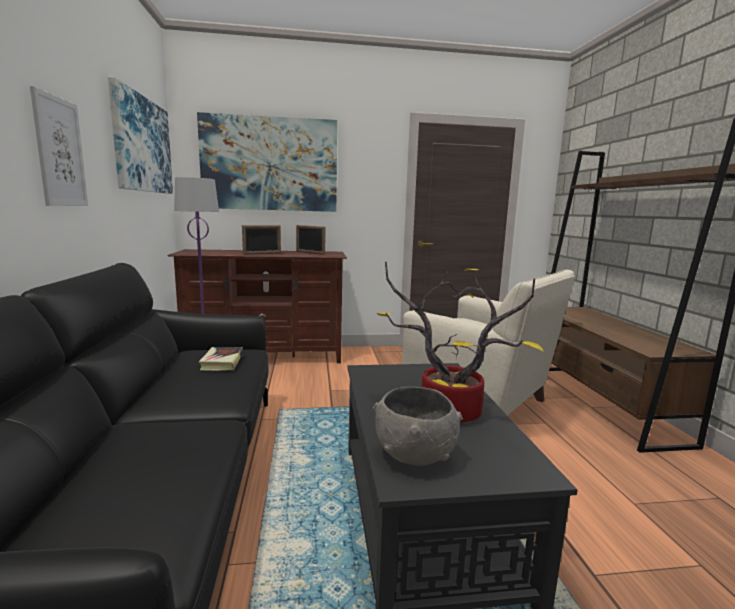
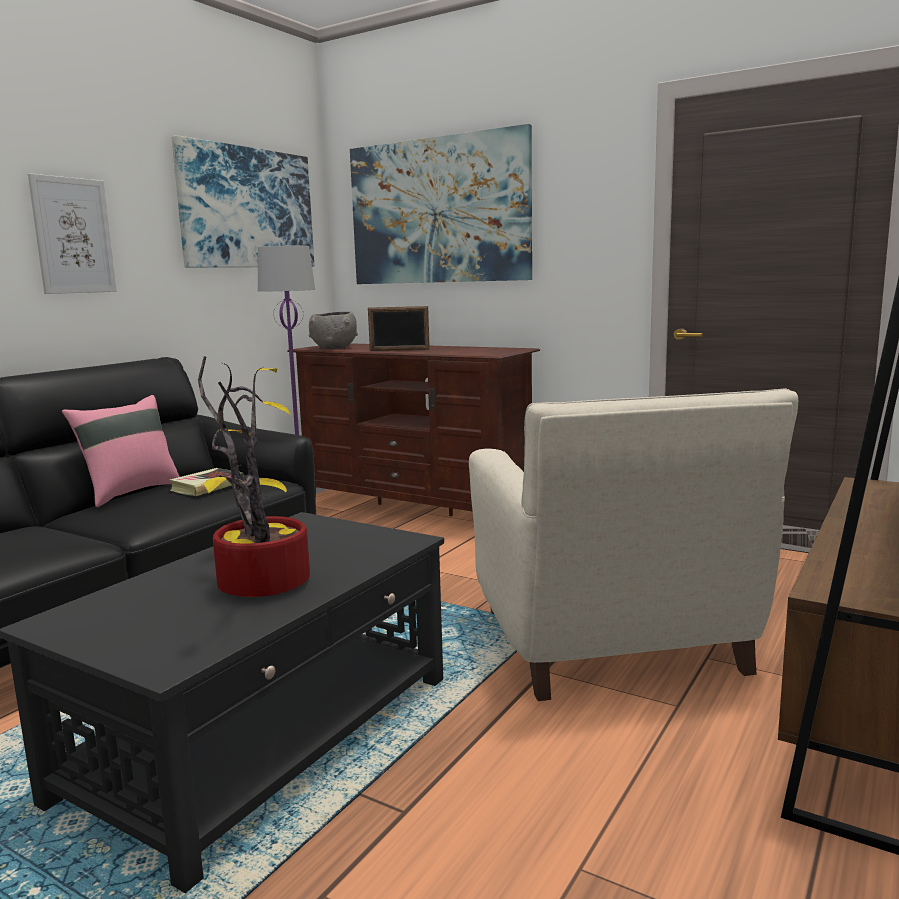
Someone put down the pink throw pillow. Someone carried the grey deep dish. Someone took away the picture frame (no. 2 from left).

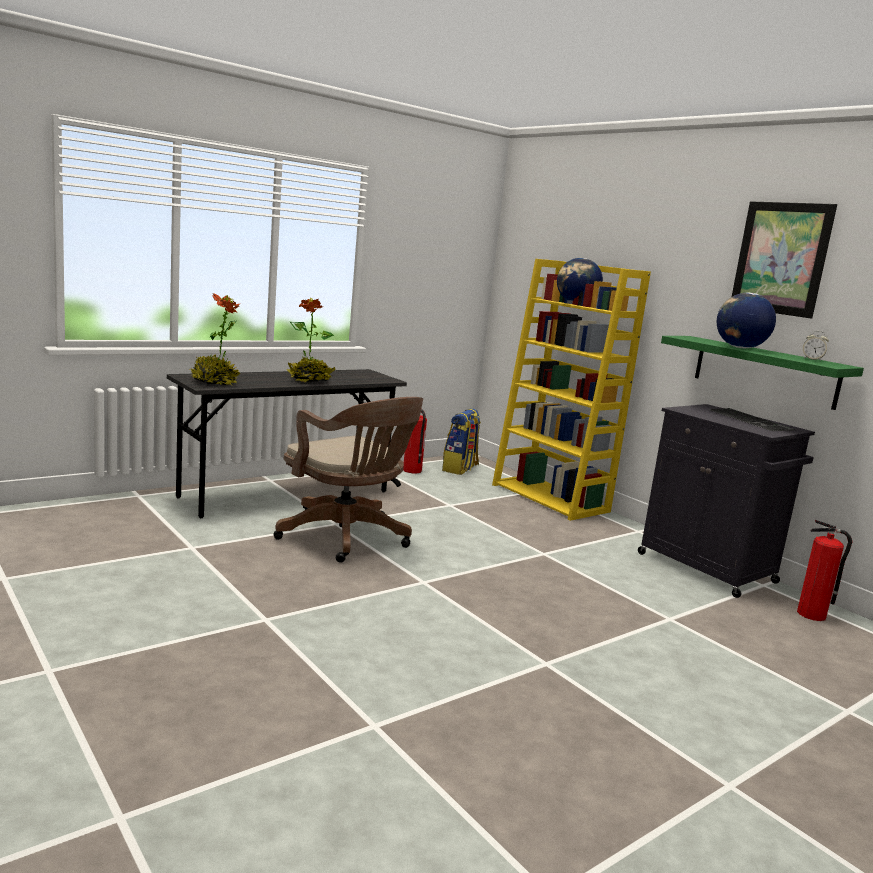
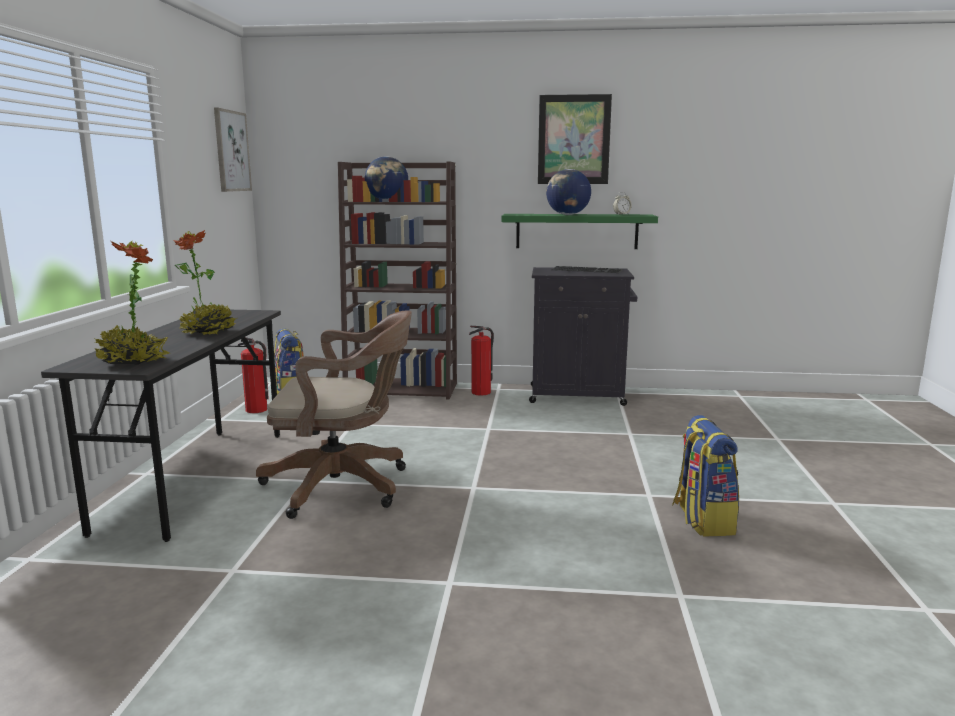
Someone put up the picture (no. 1 from left). Someone repainted the yellow-coloured shelving unit, which became the brownish shelving unit. Someone carried the fire extinguisher (no. 2 from left). Someone put down the backpack (no. 2 from left).

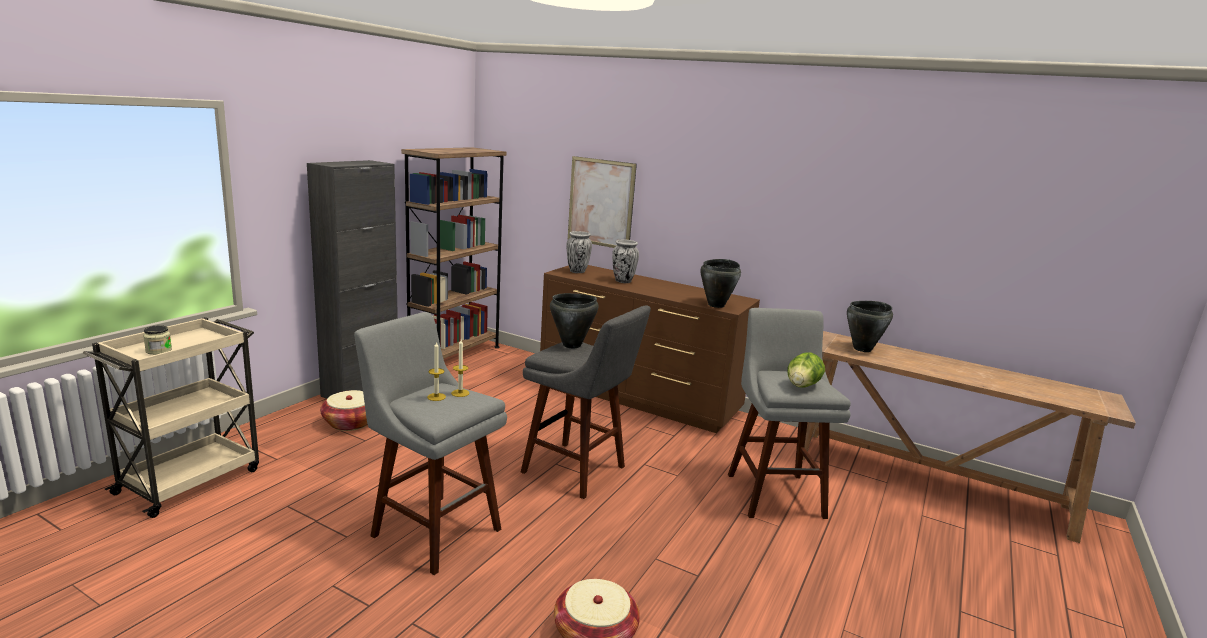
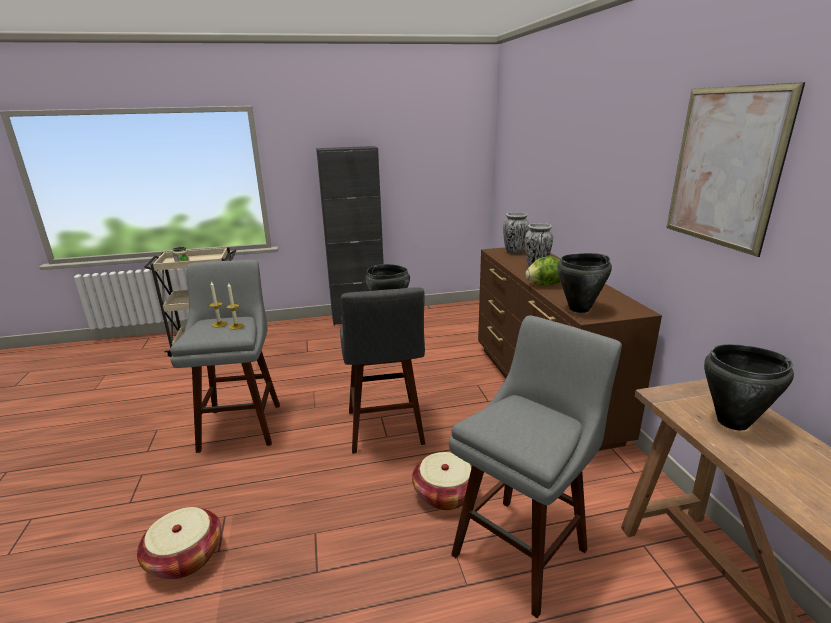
Someone carried the household basket (no. 1 from left in the first image). Someone carried the lettuce. Someone carried the picture. Someone took away the brownish shelving unit.

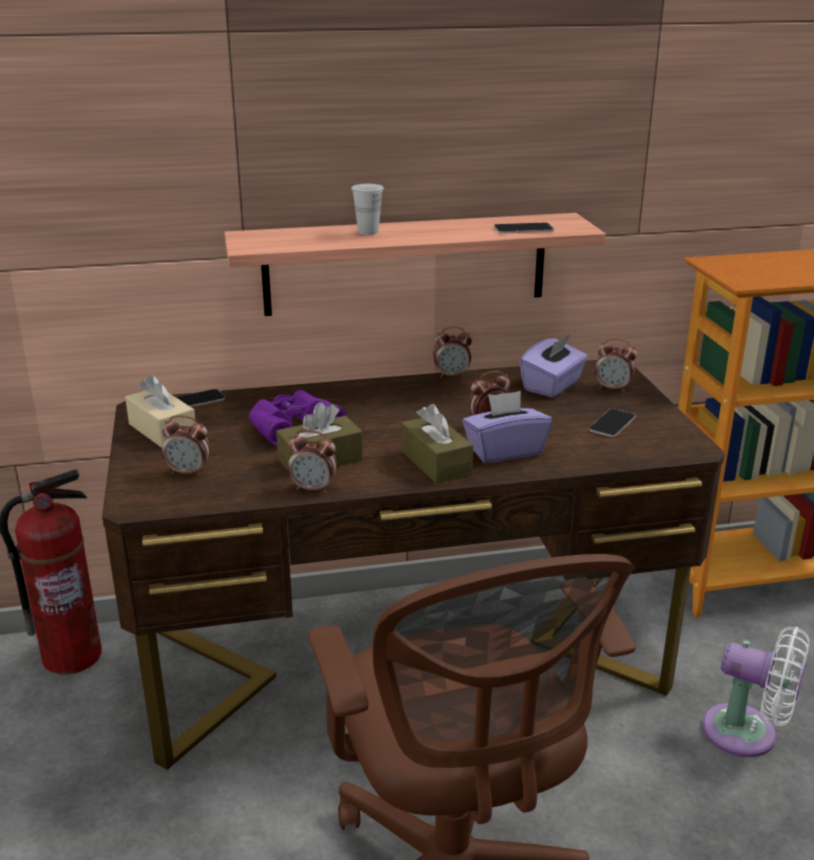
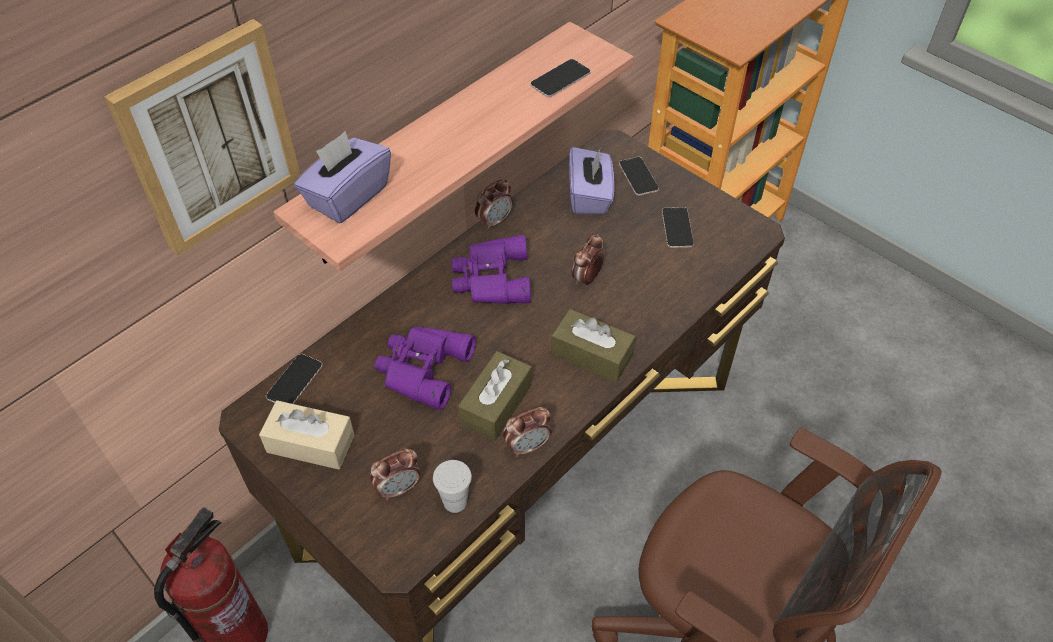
Someone put up the picture. Someone carried the purple-coloured tissue box (no. 1 from left). Someone carried the whitish small cup. Someone put down the purple-coloured pair of binoculars (no. 2 from left). Someone swapped the bedside clock (no. 5 from left) for the phone (no. 3 from left). Someone took away the whitish cooling fan.

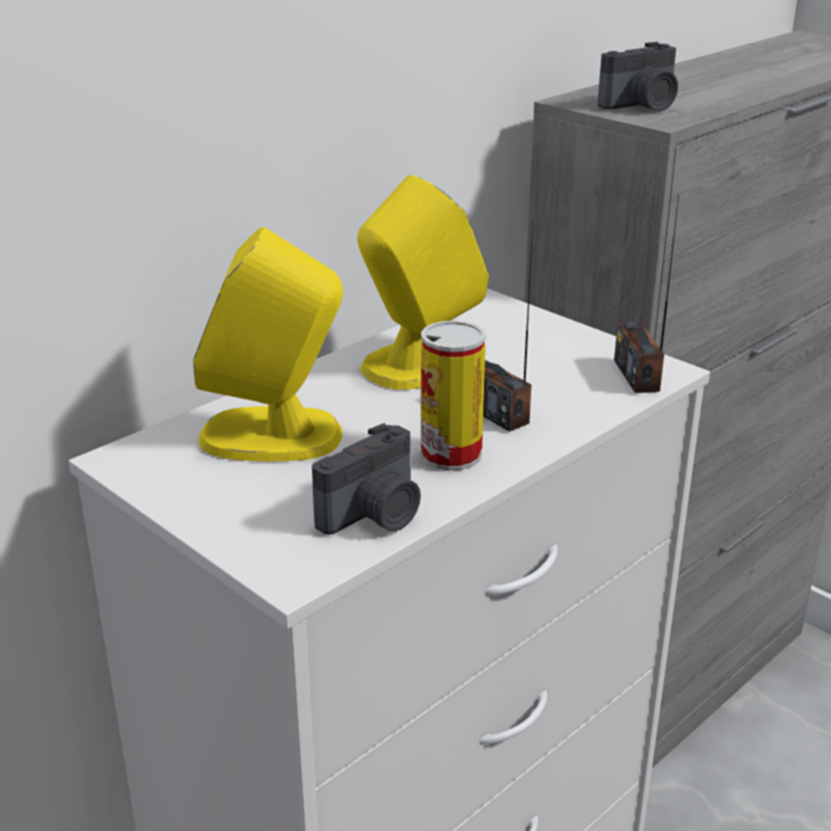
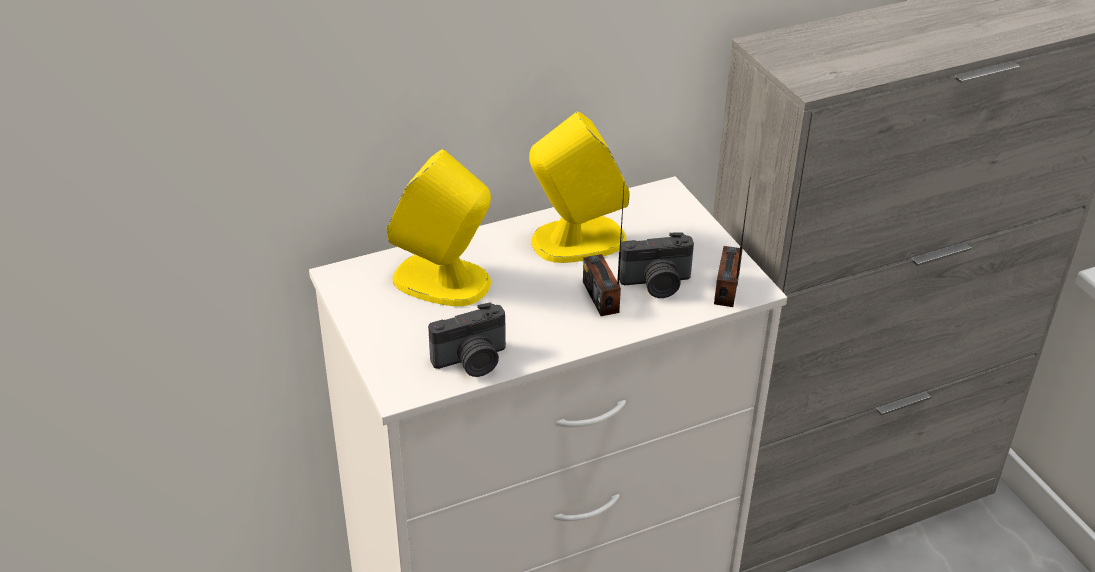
Someone carried the photo camera (no. 2 from left). Someone took away the metal can.

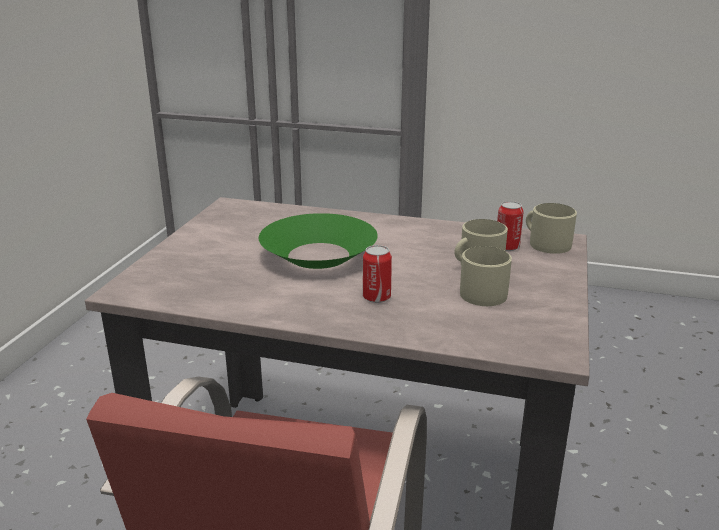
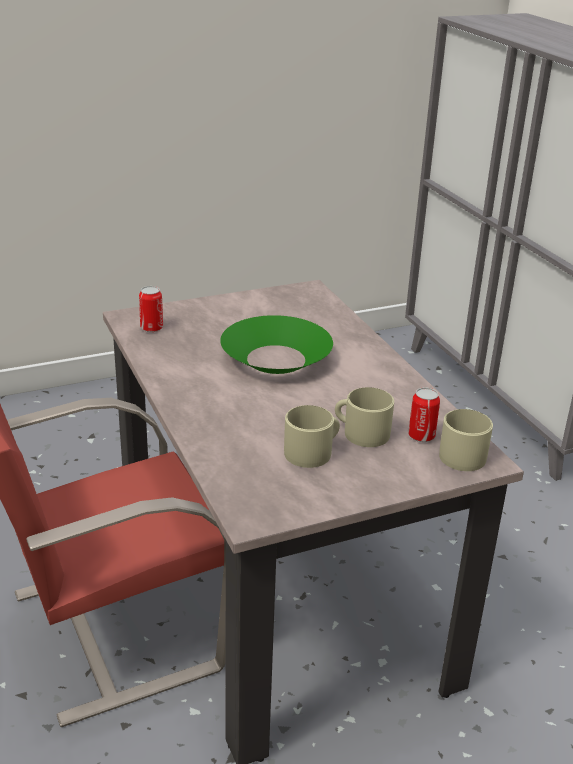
Someone carried the metal can (no. 1 from left).

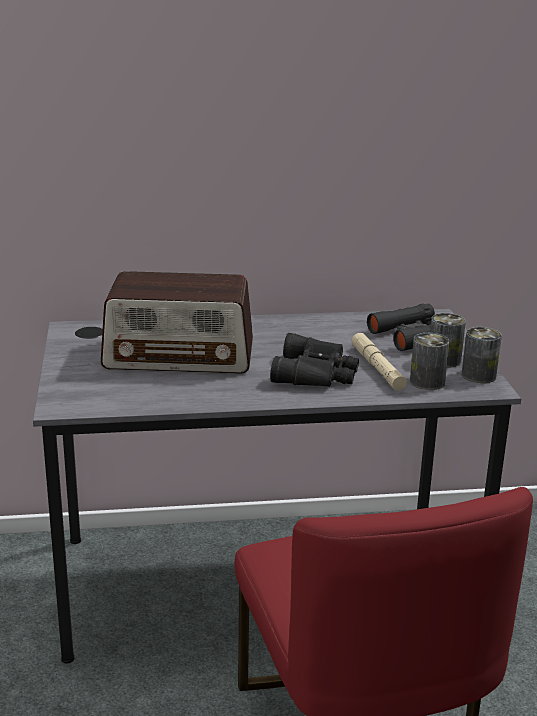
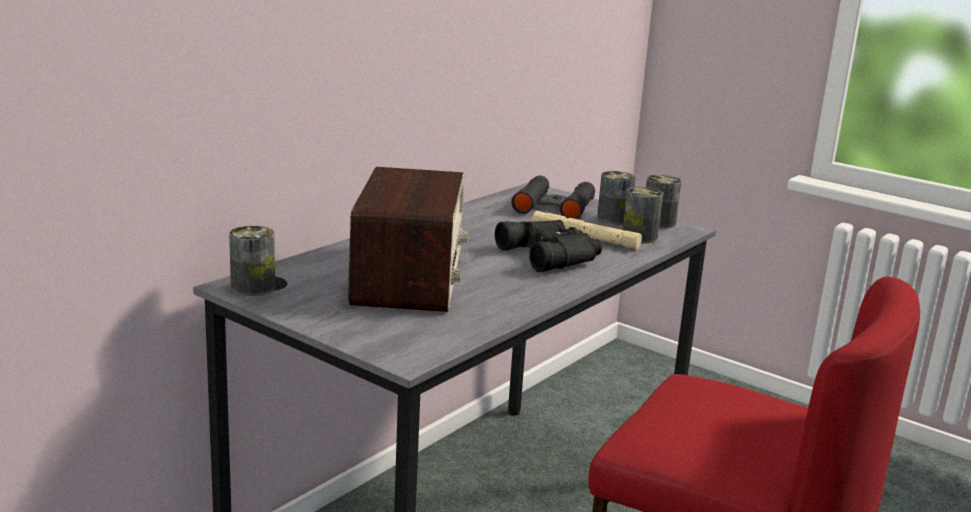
Someone put down the metal can (no. 1 from left). Someone rotated the radio set by 45 degrees counterclockwise.

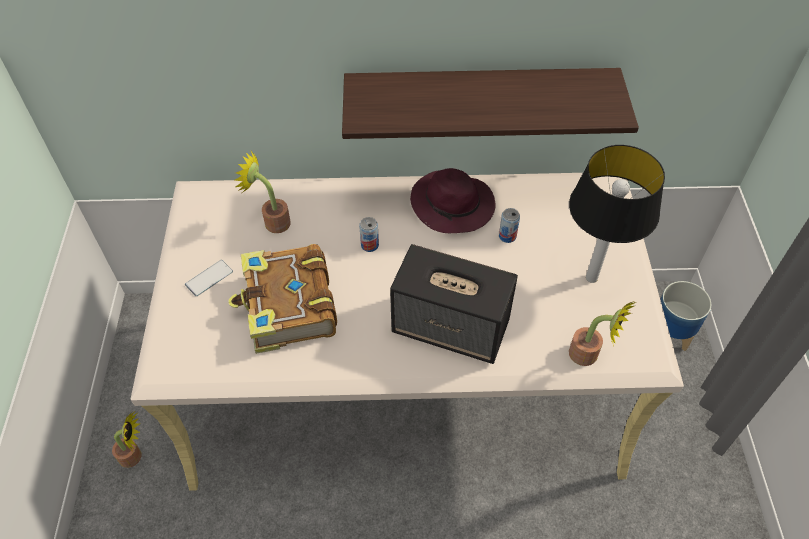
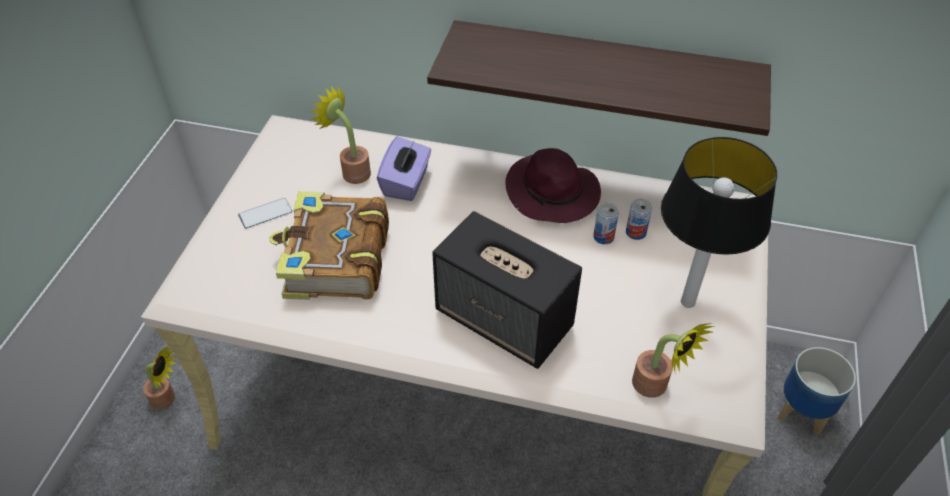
Someone put down the purple-coloured tissue box. Someone carried the metal can (no. 1 from left in the first image).

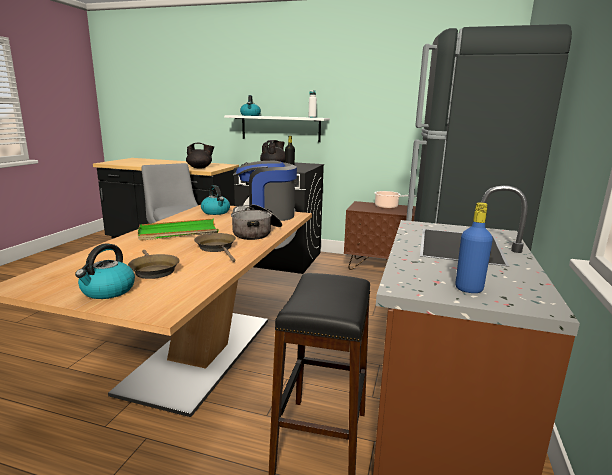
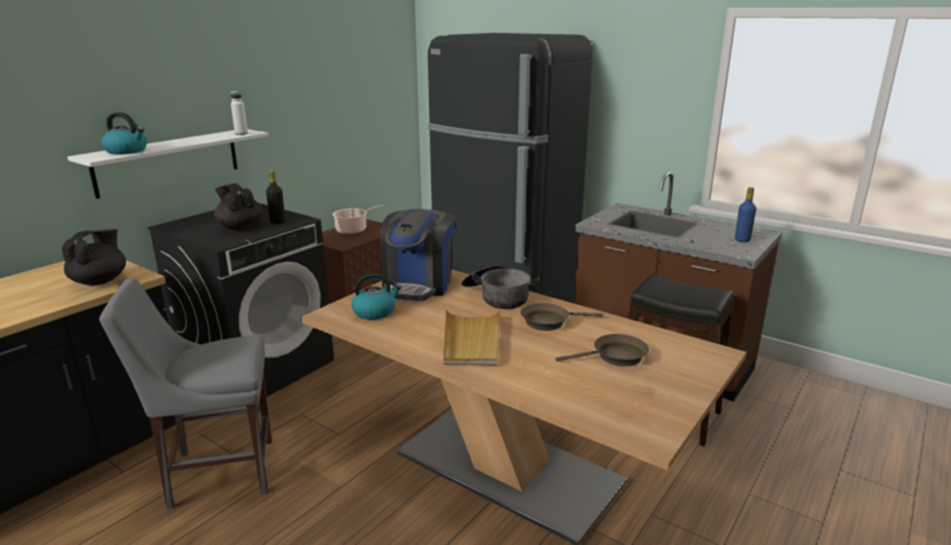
Someone repainted the green serving tray, which became the beige serving tray. Someone took away the kettle (no. 1 from left).

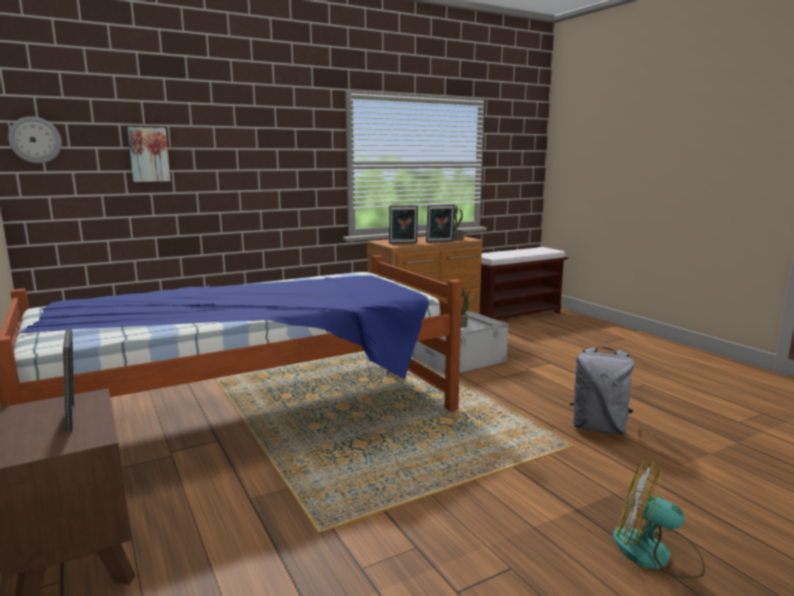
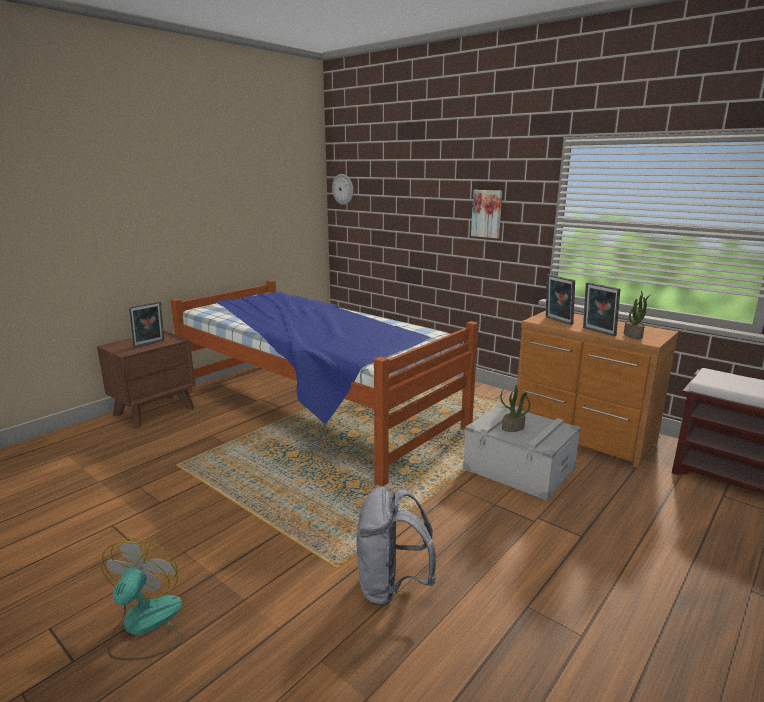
Someone carried the picture.

